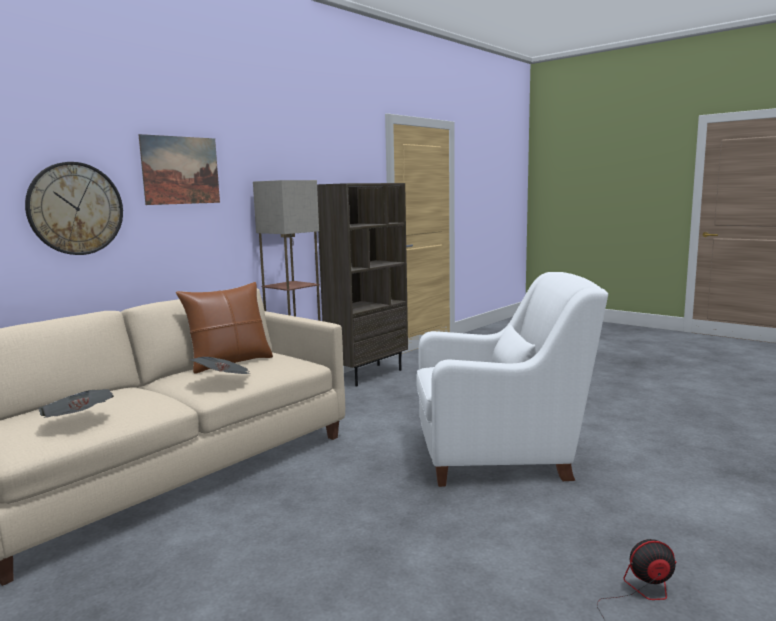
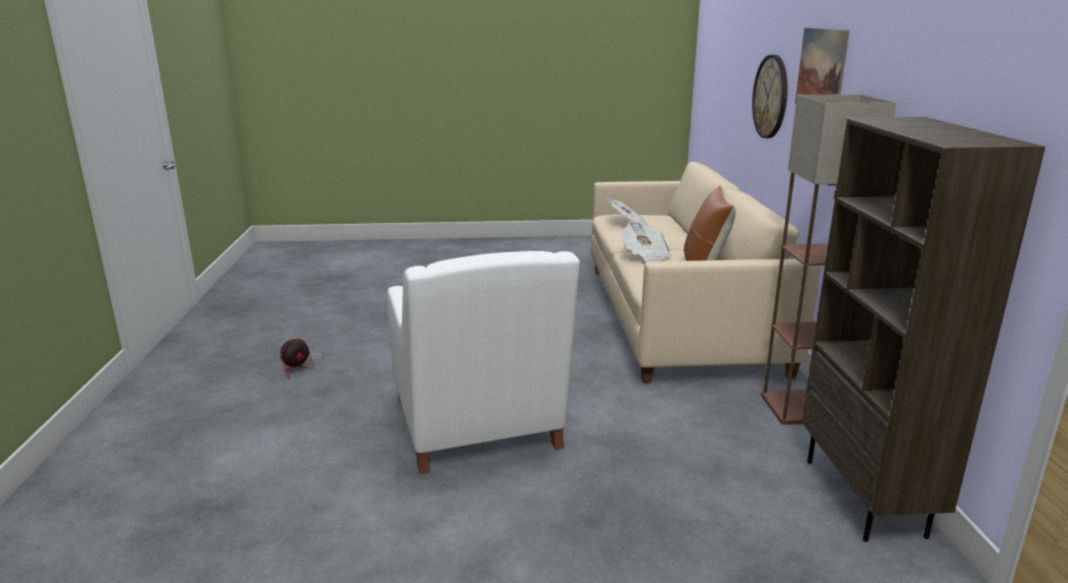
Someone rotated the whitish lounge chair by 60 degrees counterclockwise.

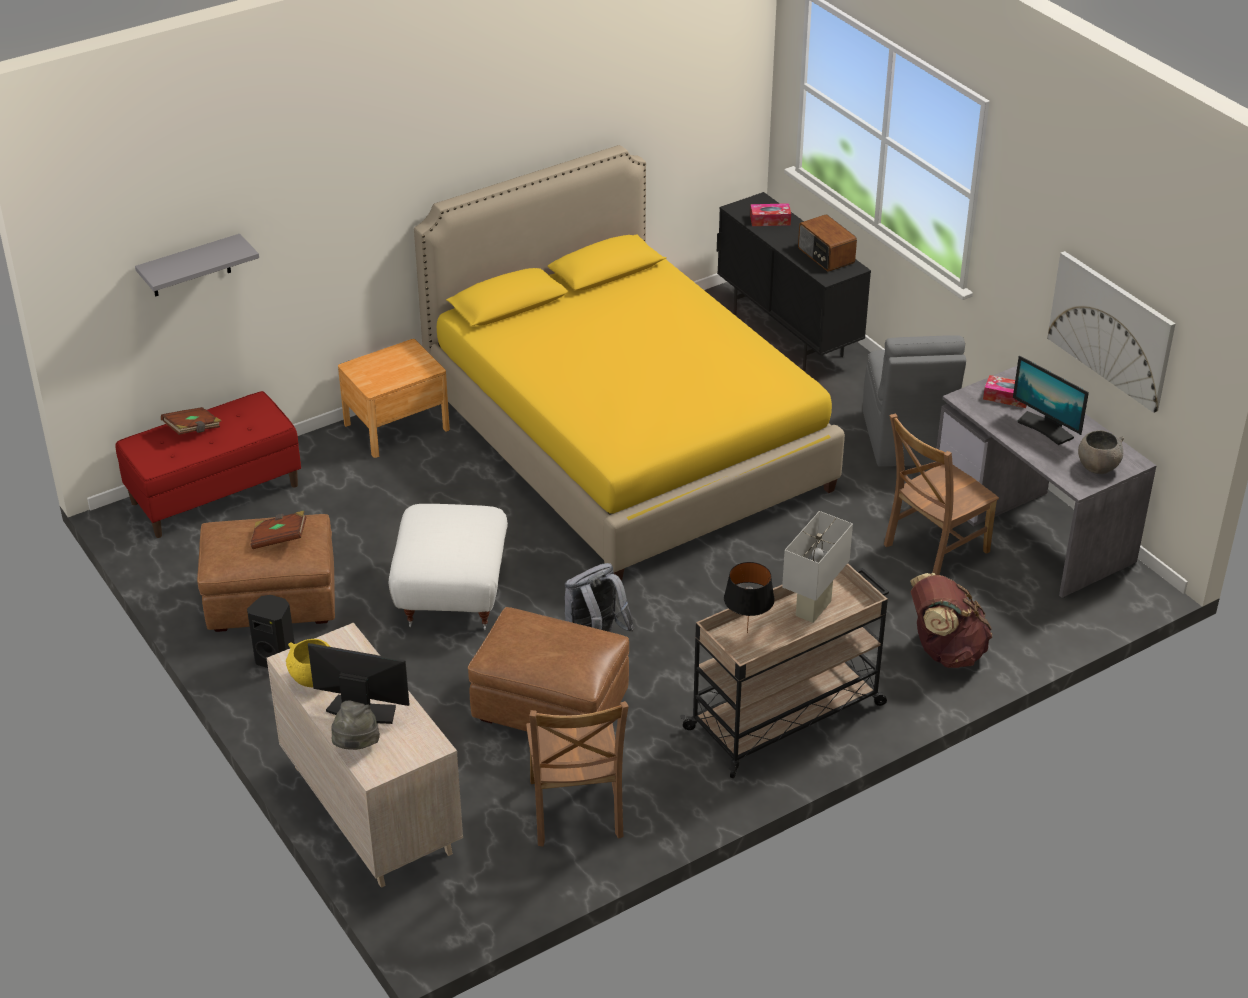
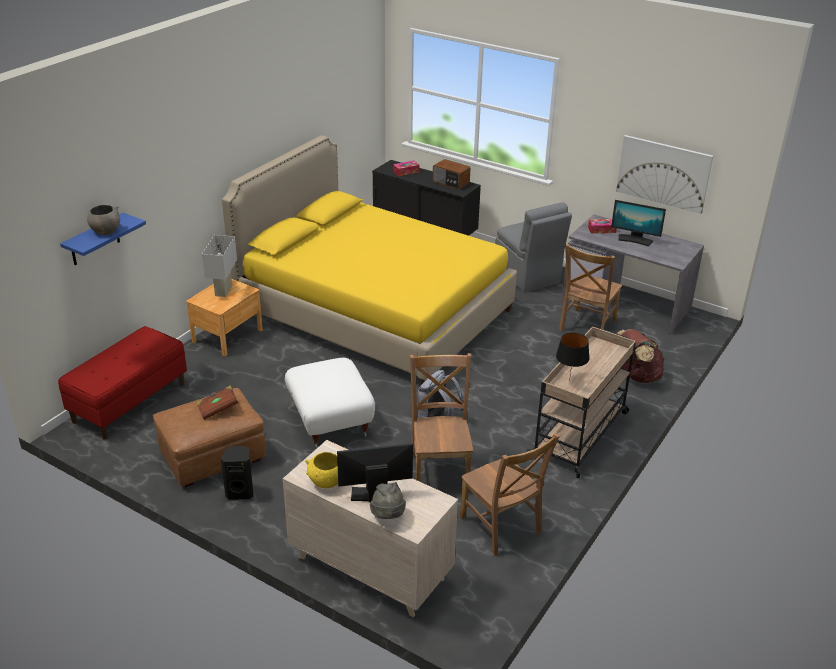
Someone repainted the grey shelf, which became the blue-coloured shelf. Someone carried the grey deep dish. Someone carried the whitish table lamp. Someone swapped the brownish ottoman (no. 2 from left) for the brownish plain chair (no. 1 from left). Someone took away the brownish volume (no. 1 from left).

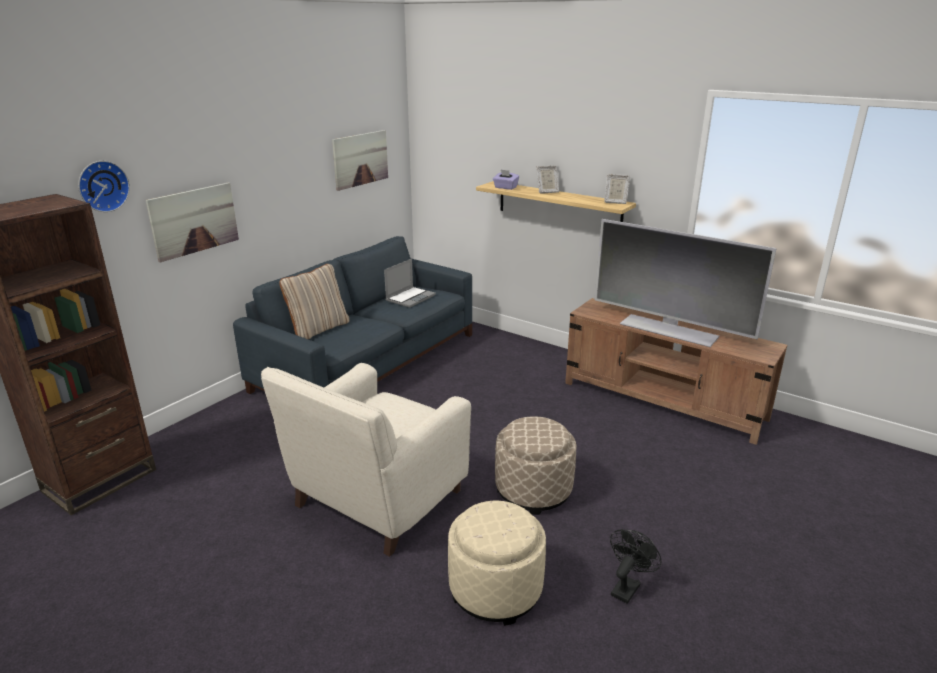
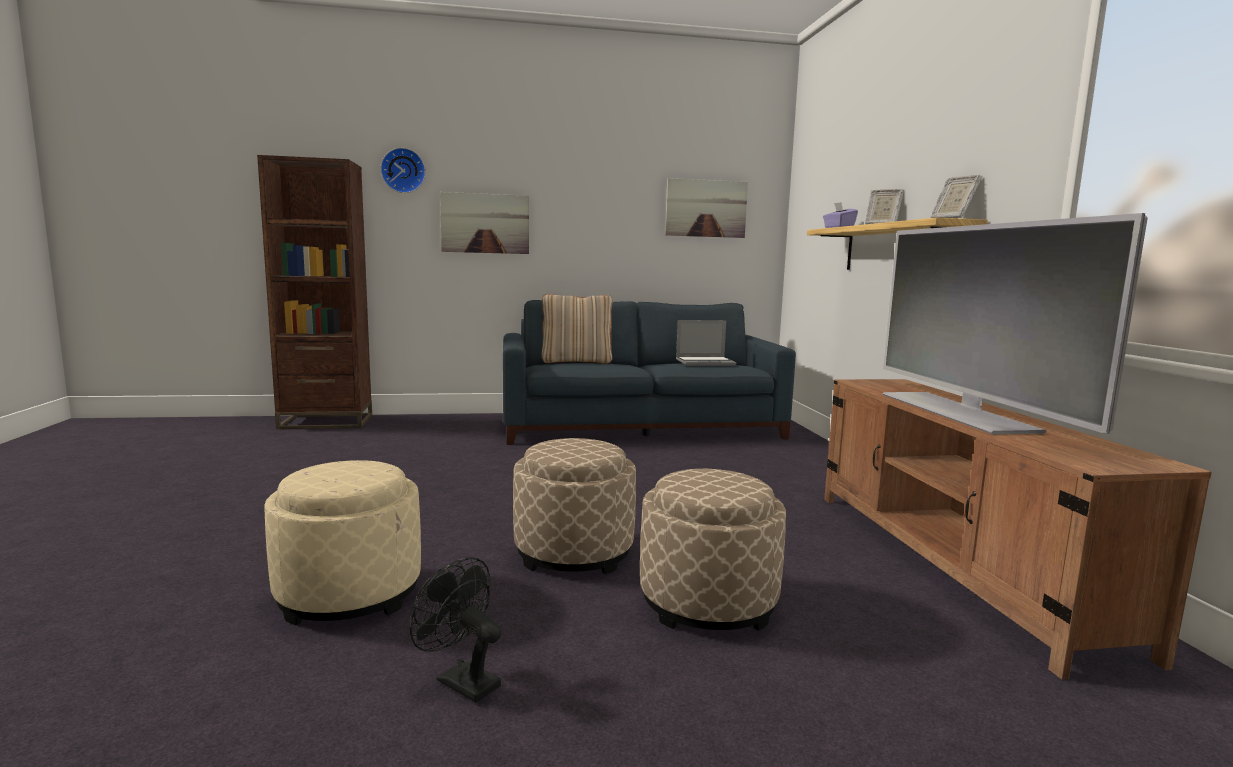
Someone rotated the blackish cooling fan by 135 degrees counterclockwise. Someone put down the beige ottoman (no. 3 from left). Someone took away the beige lounge chair.

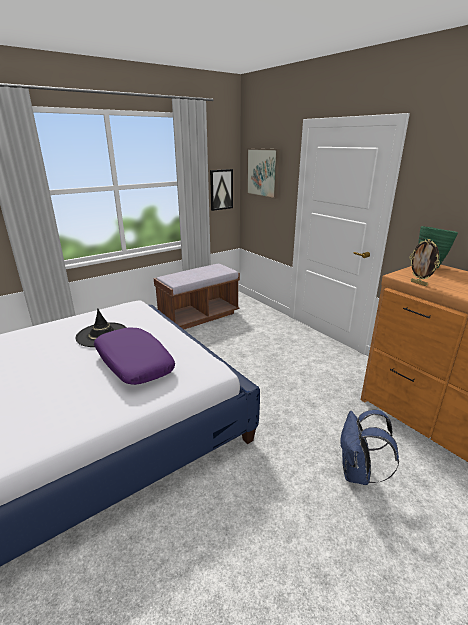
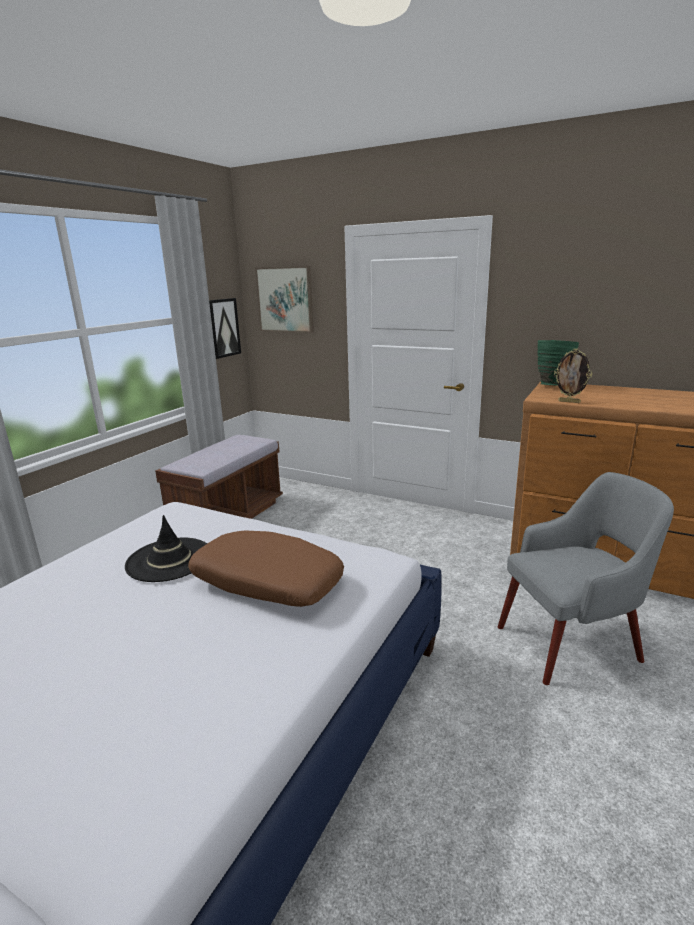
Someone repainted the purple-coloured throw pillow, which became the brownish throw pillow. Someone swapped the blue-coloured backpack for the grey lounge chair.

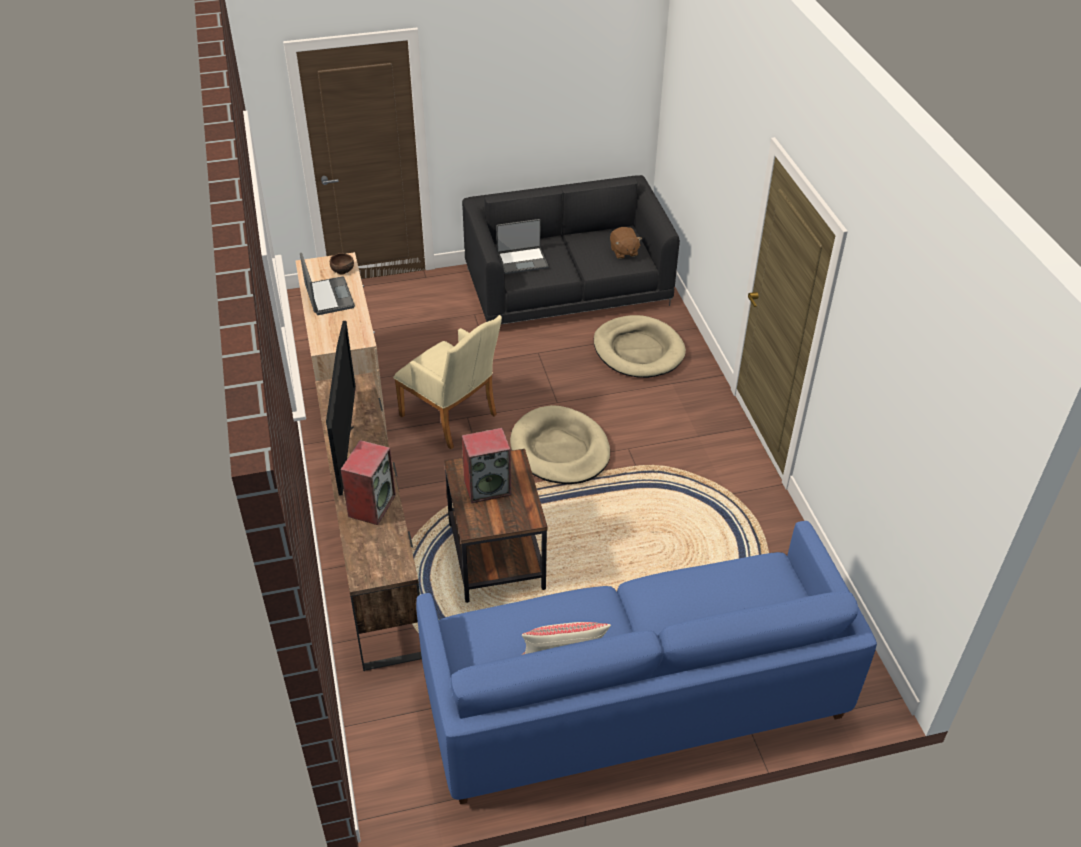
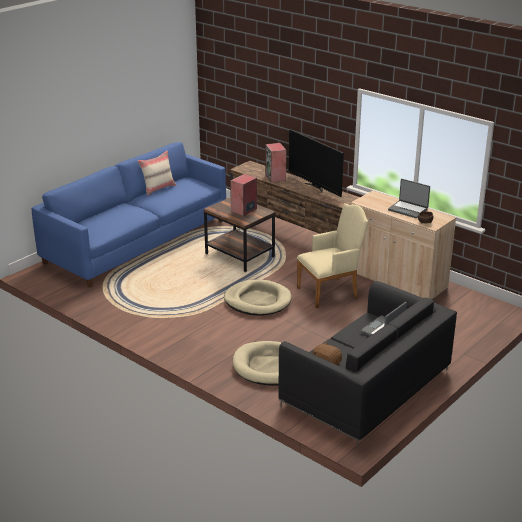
Someone rotated the beige lounge chair by 150 degrees clockwise.

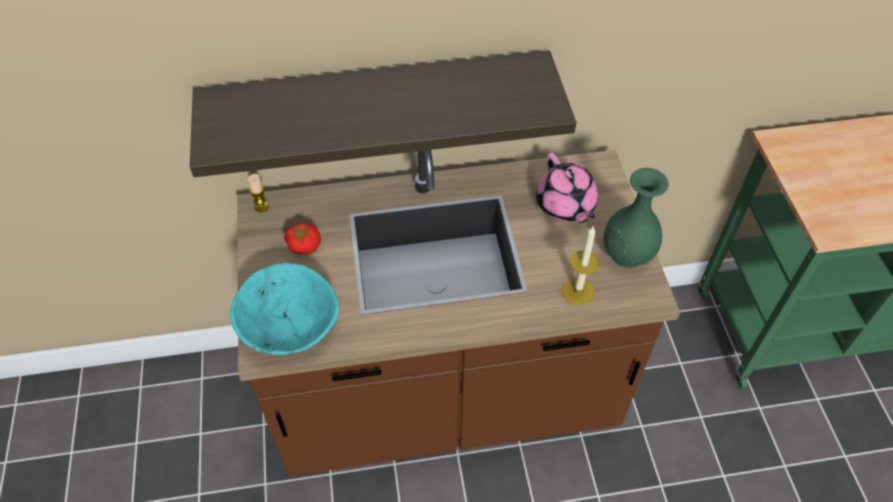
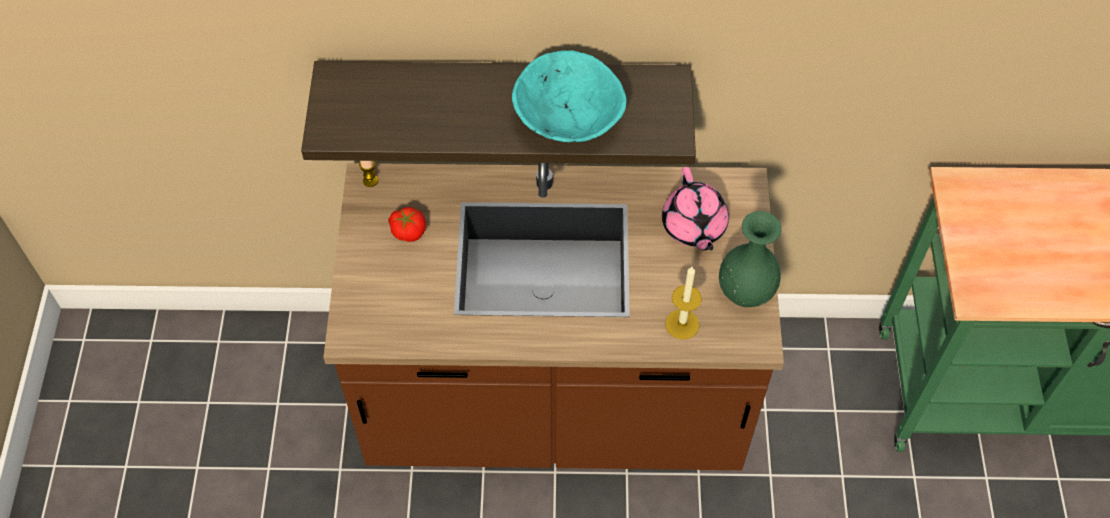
Someone carried the turquoise-coloured deep dish.

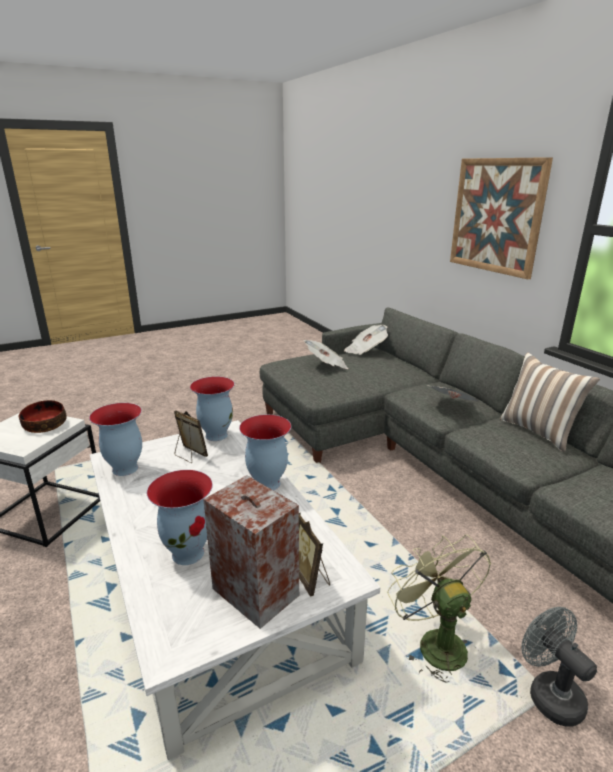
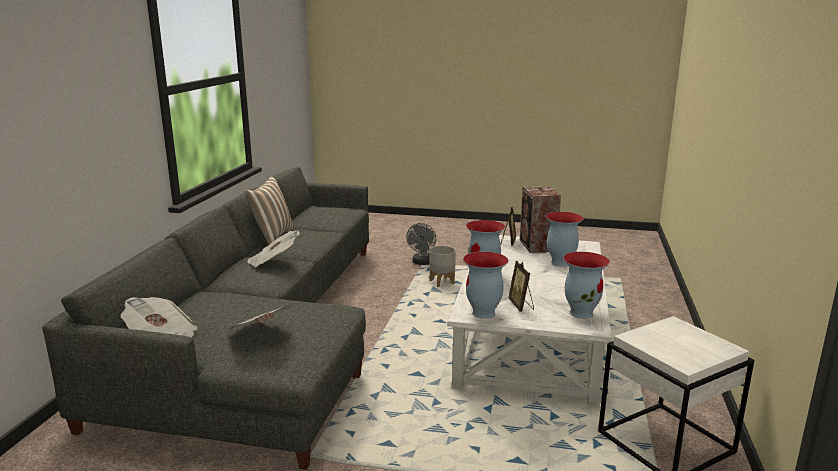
Someone swapped the green cooling fan for the grey plant pot. Someone took away the deep dish. Someone took away the picture.

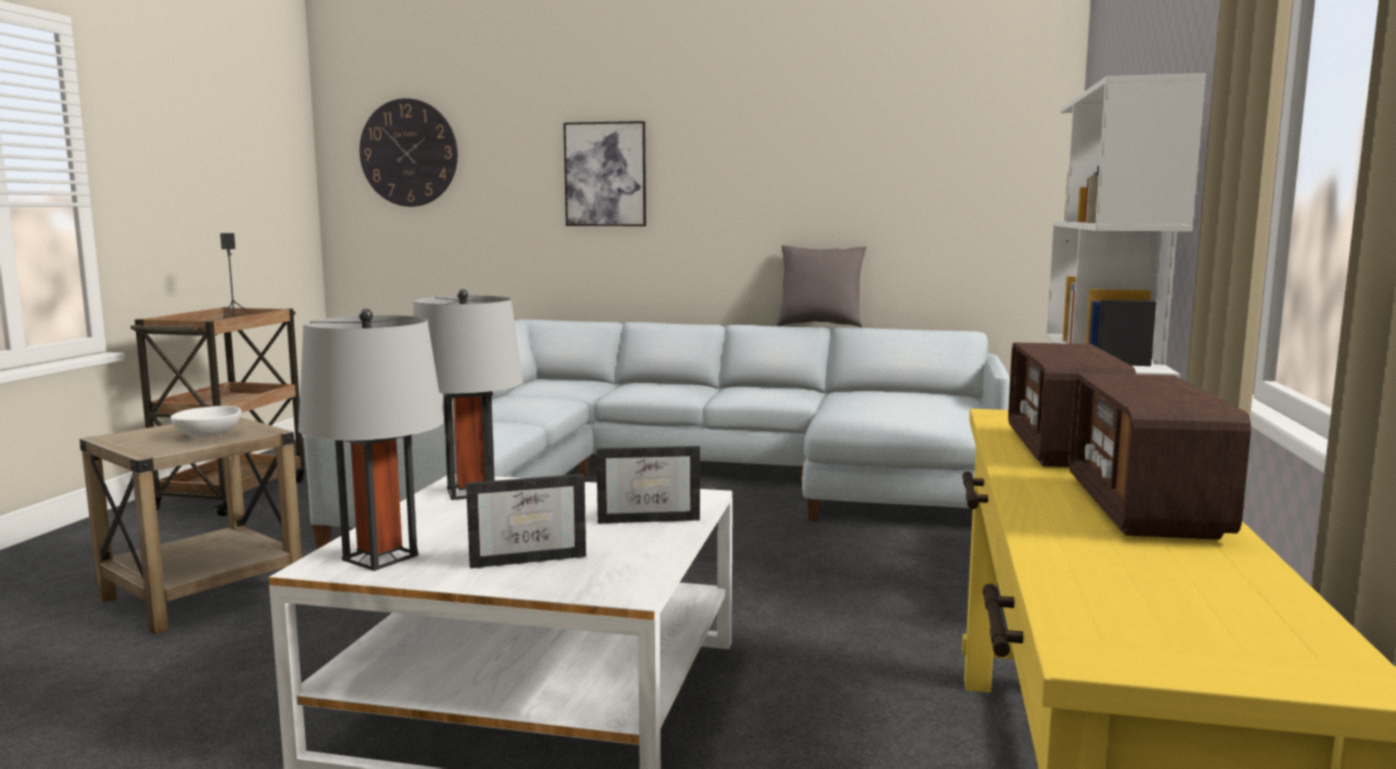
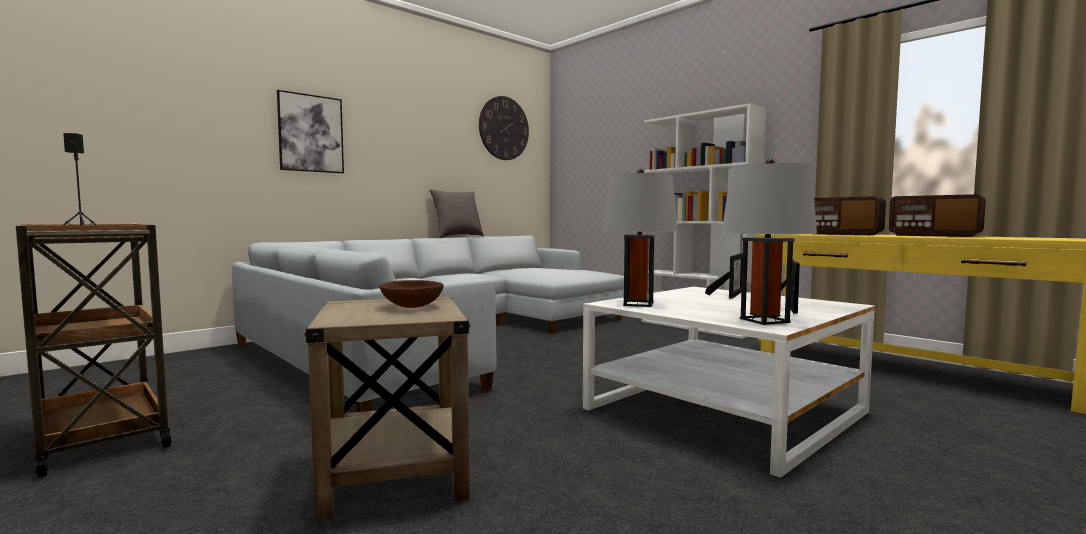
Someone repainted the whitish deep dish, which became the brownish deep dish. Someone carried the hanging clock.

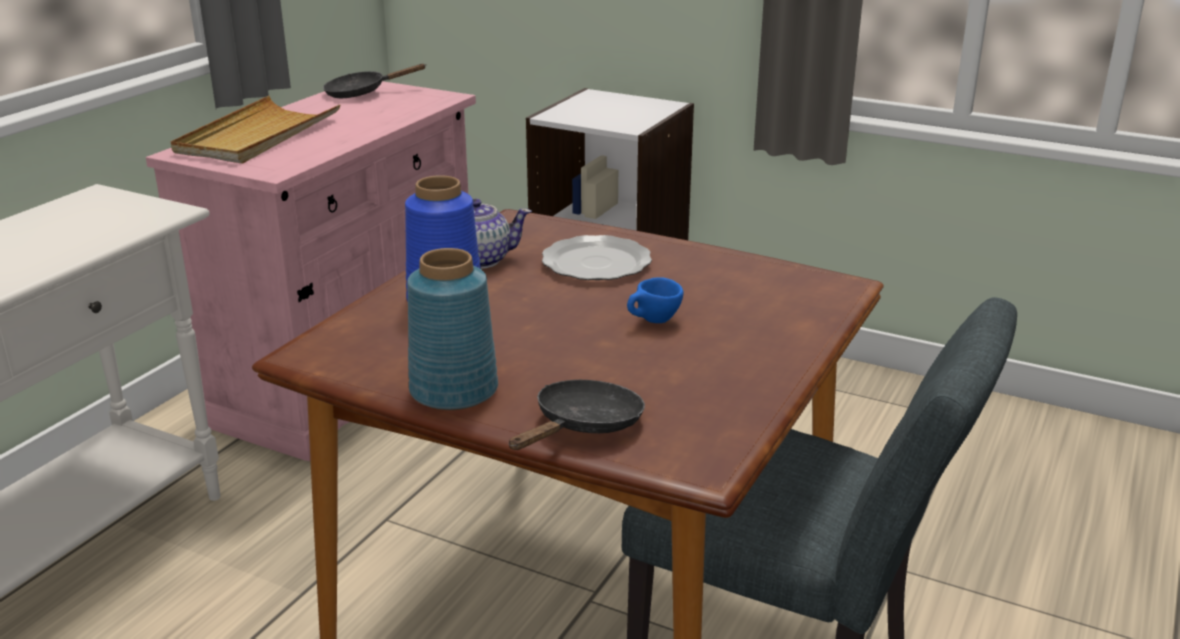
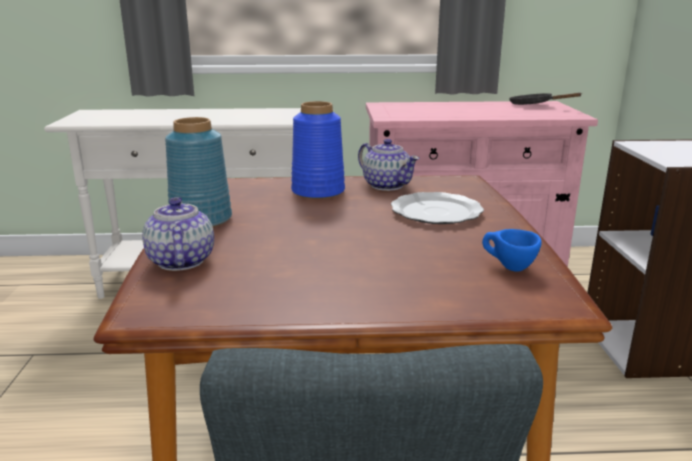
Someone swapped the blackish frying pan (no. 2 from left) for the teapot (no. 1 from left). Someone carried the blue-coloured small cup. Someone took away the beige serving tray.

